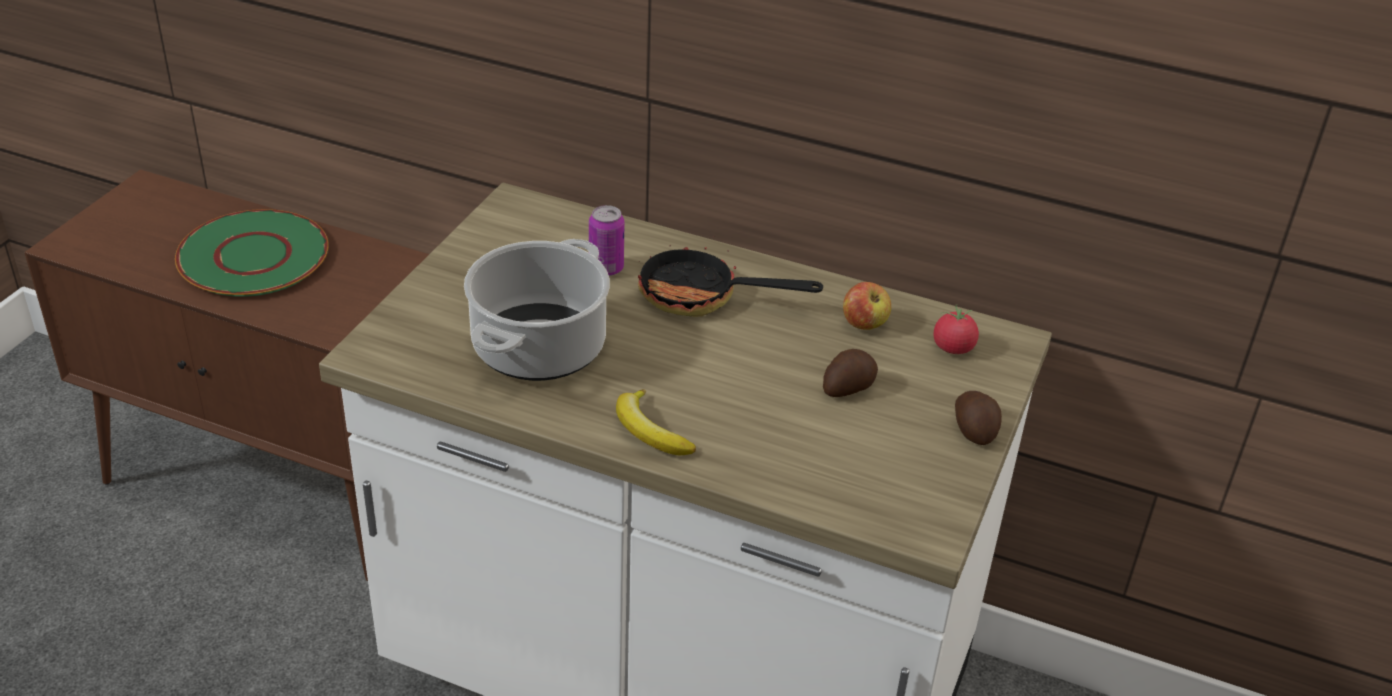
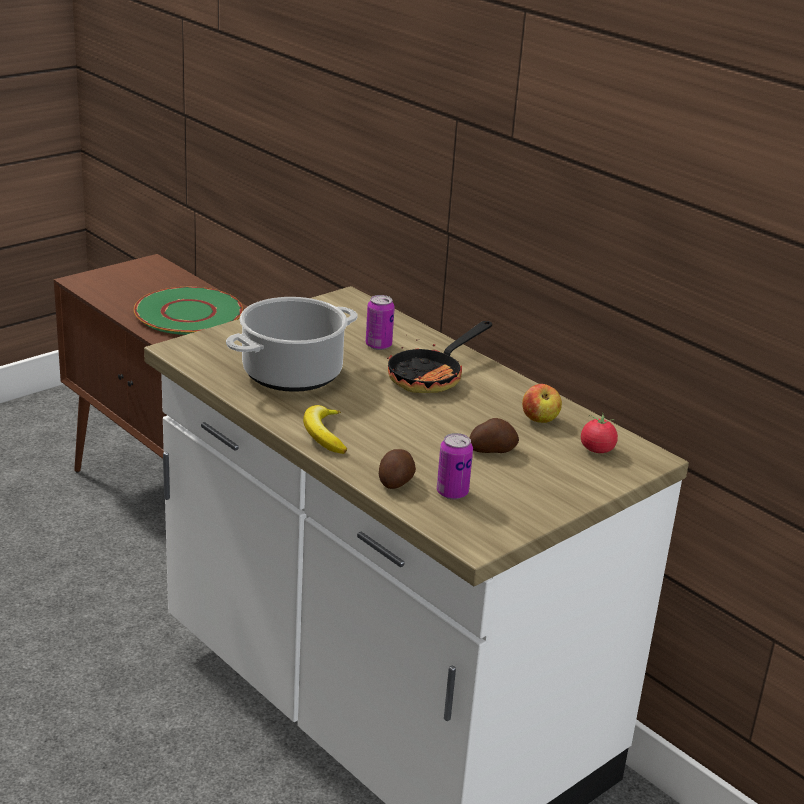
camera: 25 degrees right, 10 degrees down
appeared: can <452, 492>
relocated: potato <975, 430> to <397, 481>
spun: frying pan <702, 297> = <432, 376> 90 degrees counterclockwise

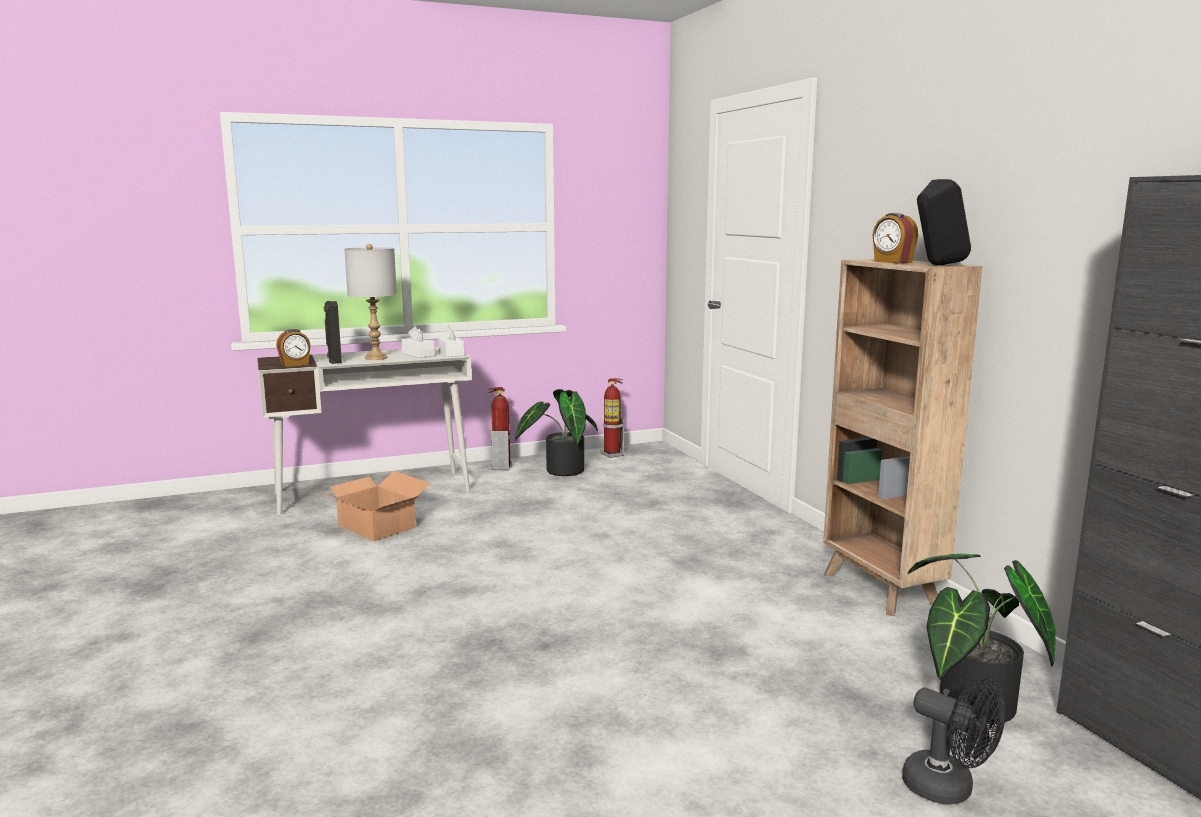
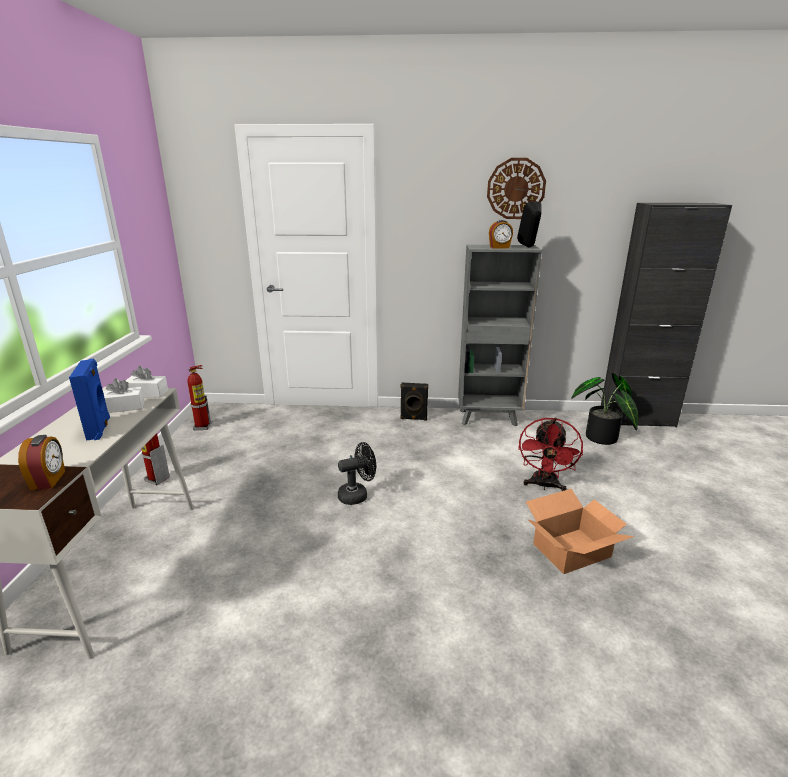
camera: 65 degrees left, 10 degrees up
missing: potted plant <560, 470>
appeared: wall clock <516, 189>; red fan <544, 485>
relocated: cardboard box <376, 527> to <572, 550>; black speaker <334, 360> to <413, 418>; black fan <948, 789> to <357, 495>
exchanged: grey table lamp <376, 358> to blue speaker <100, 429>
colour: brown bookcase <881, 590> to grey bookcase <489, 418>

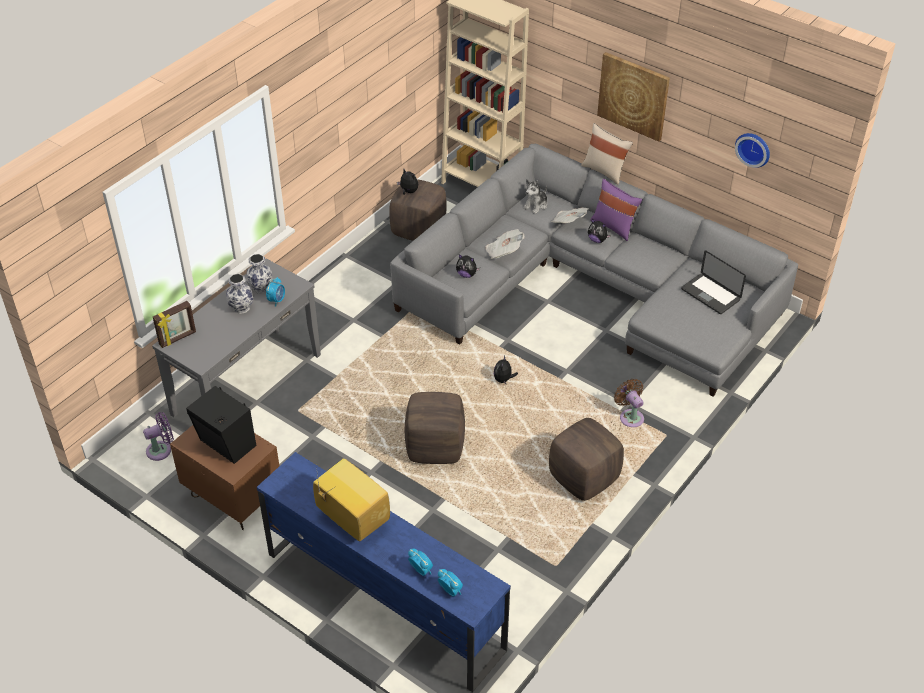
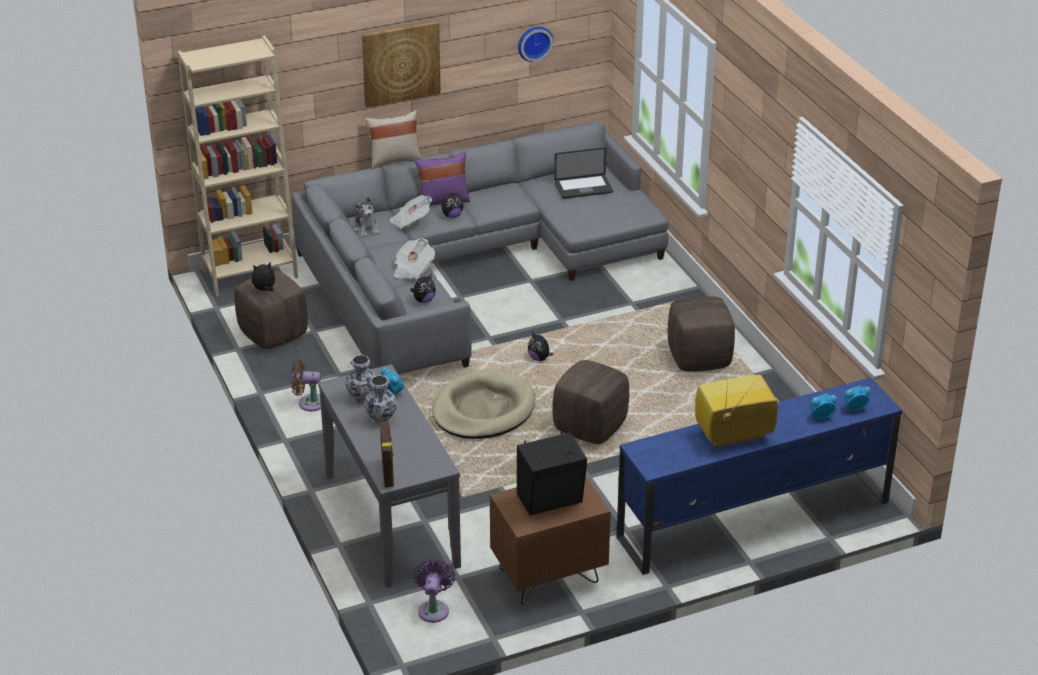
camera: 60 degrees left, 10 degrees down
appeared: beige dog bed <483, 410>
relocated: brown fan <630, 416> to <309, 403>

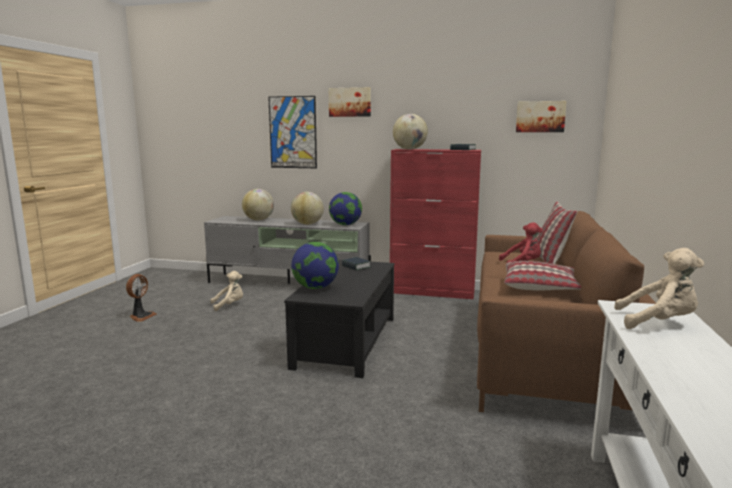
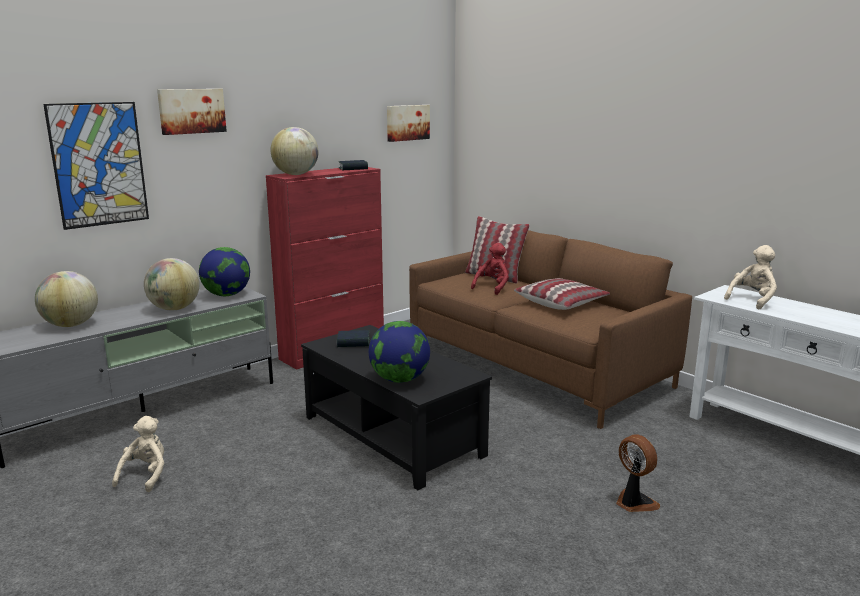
camera: 55 degrees left, 5 degrees up
relocated: fan <141, 316> to <634, 503>

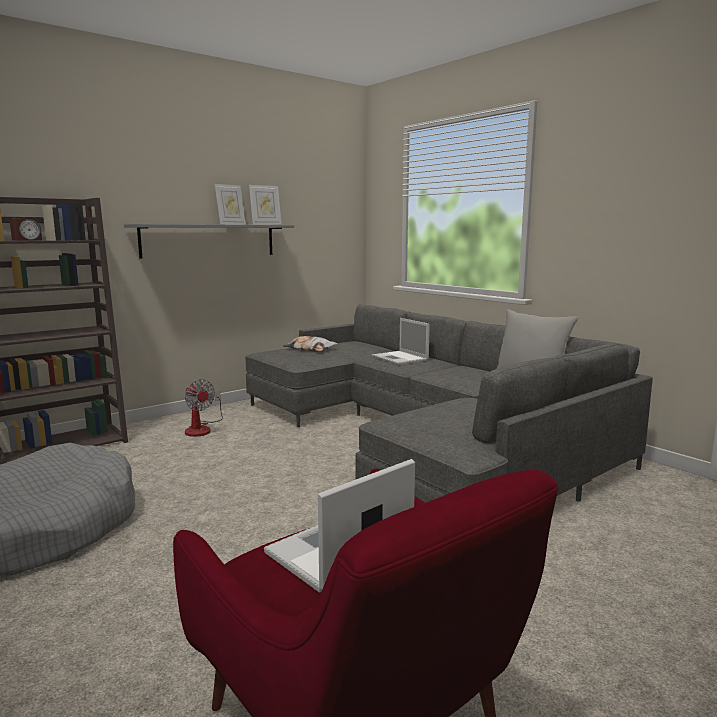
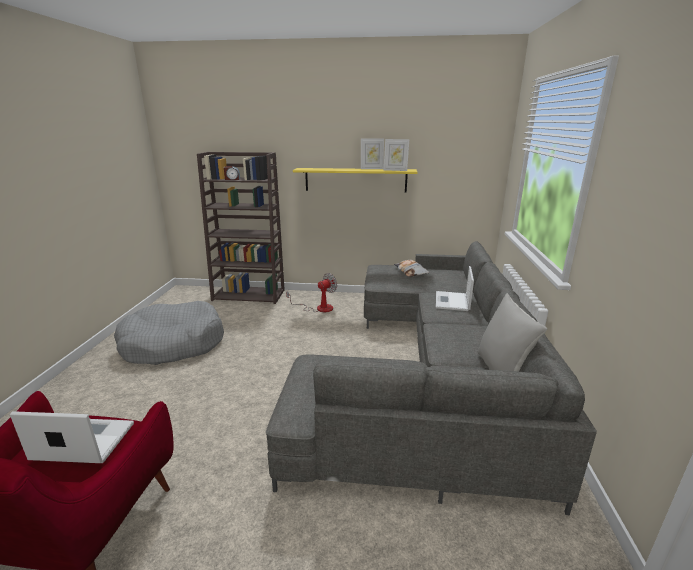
camera: 45 degrees right, 10 degrees up
colour: grey shelf <209, 240> to yellow shelf <355, 180>
spun: fan <202, 429> = <318, 308> 135 degrees counterclockwise

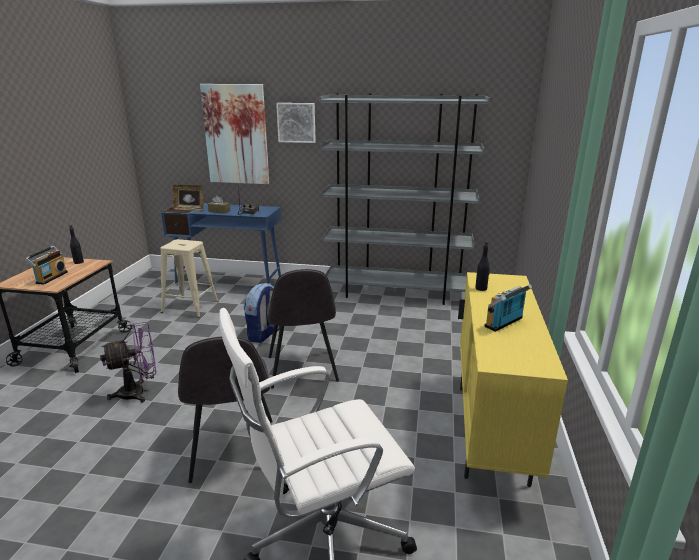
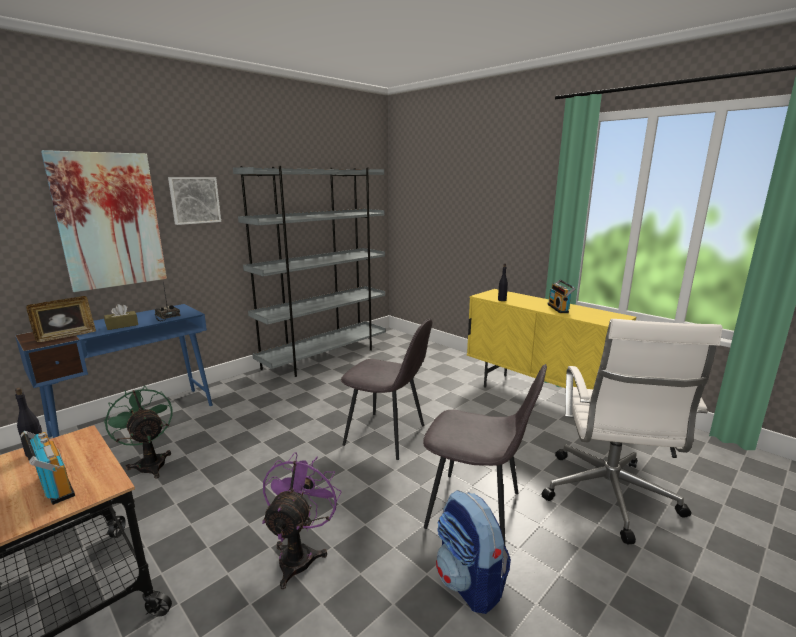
camera: 55 degrees left, 5 degrees down
relocated: backpack <264, 335> to <469, 583>
exchanged: beige stool <190, 307> to green fan <150, 463>

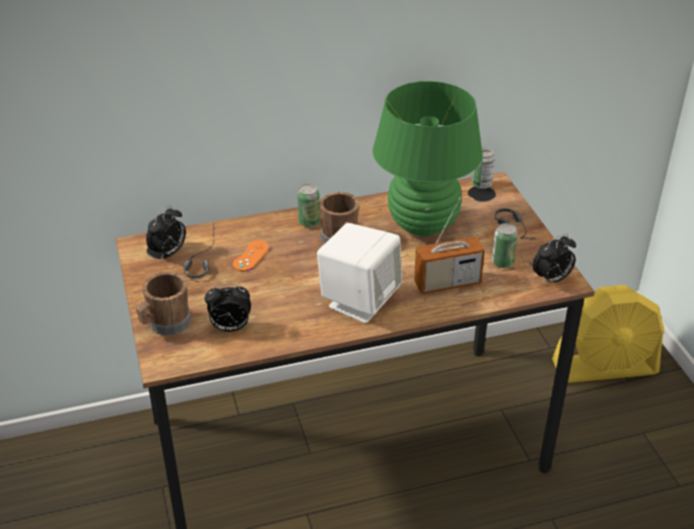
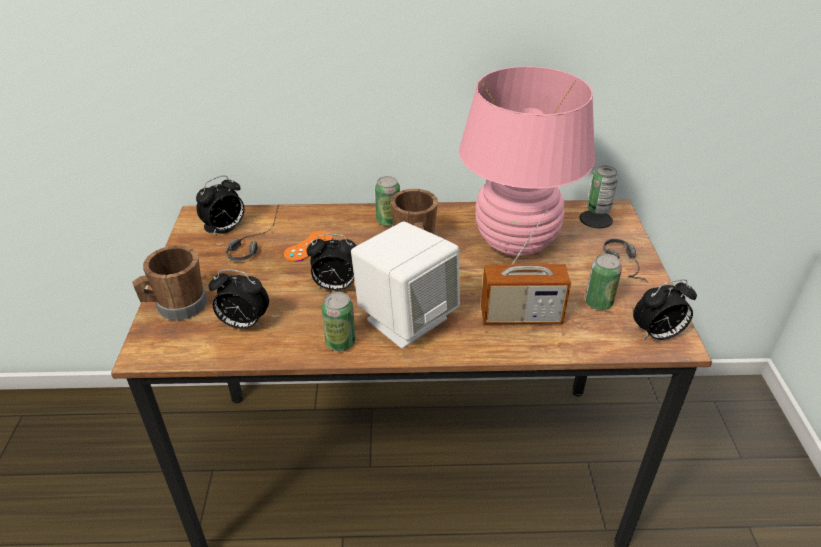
camera: 15 degrees right, 0 degrees up
missing: yellow fan <605, 367>
appeared: alarm clock <335, 287>; can <340, 342>
colour: green table lamp <423, 224> to pink table lamp <515, 242>

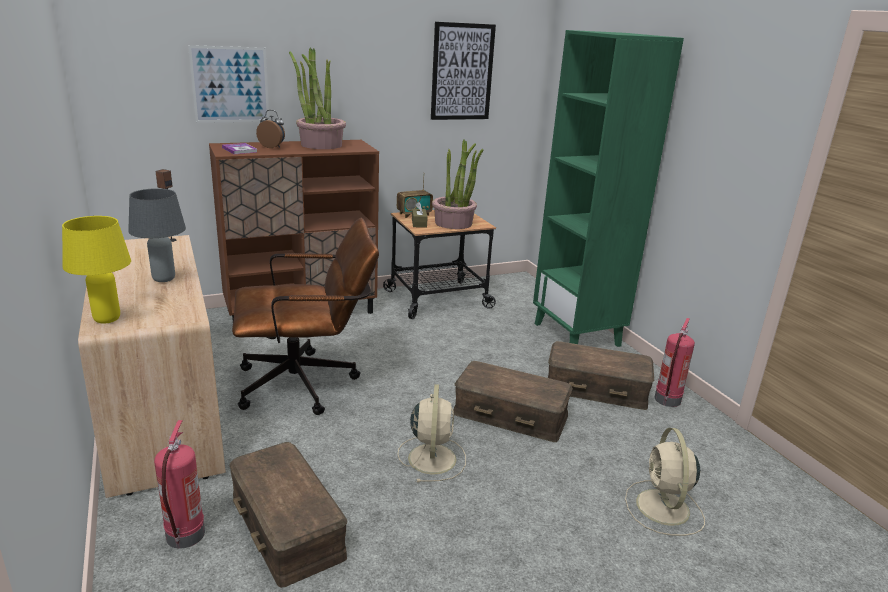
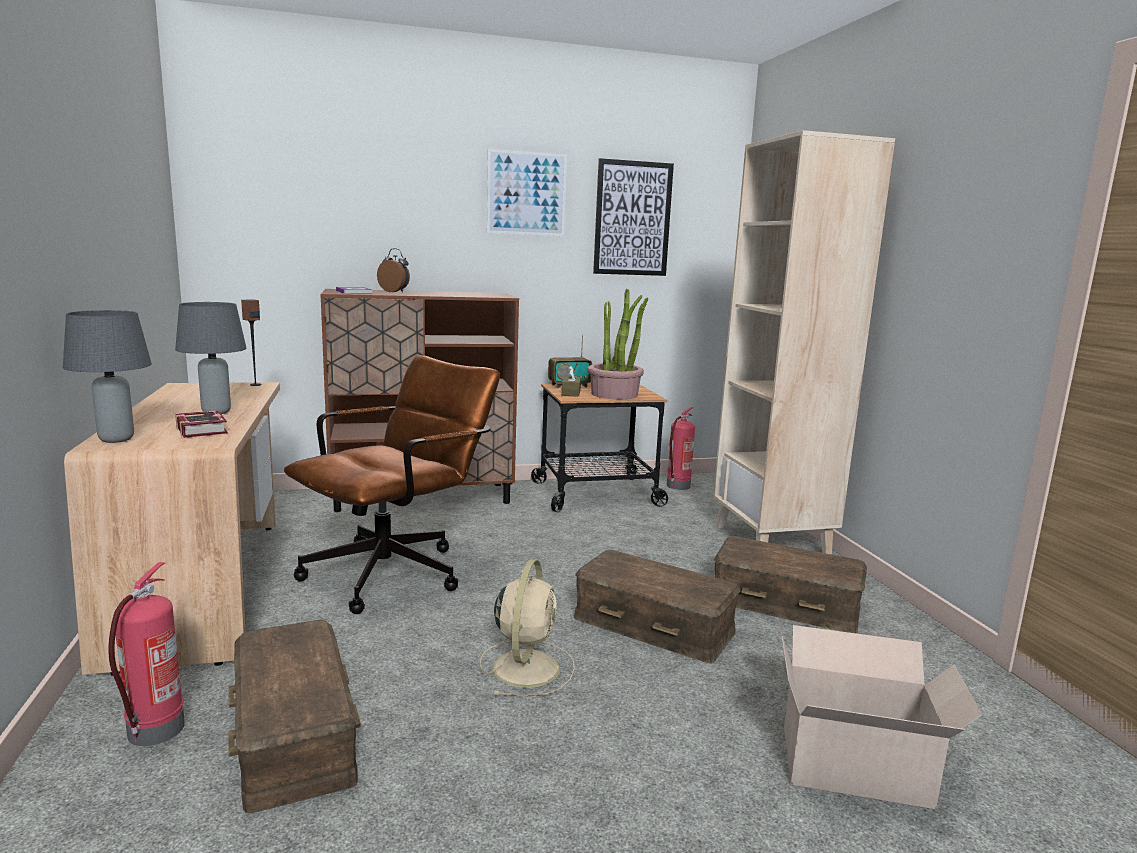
camera: 10 degrees right, 10 degrees down
missing: potted plant <321, 145>
appeared: book <203, 429>
relocated: picture <230, 85> to <526, 193>; fire extinguisher <667, 400> to <678, 486>
exchanged: beige fan <663, 509> to cardboard box <859, 767>
colour: yellow table lamp <107, 319> to grey table lamp <117, 440>; green bookcase <577, 335> to beige bookcase <772, 541>
spun: brown office chair <308, 383> = <397, 570> 45 degrees counterclockwise

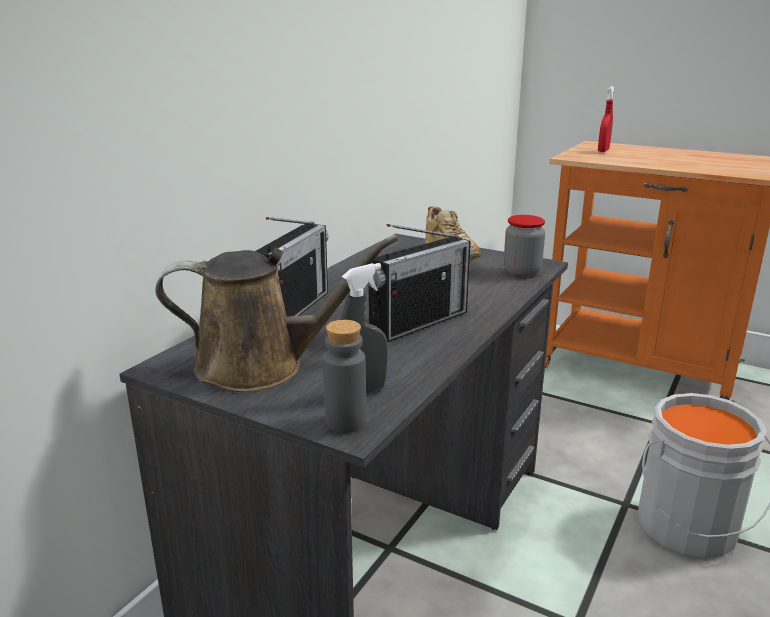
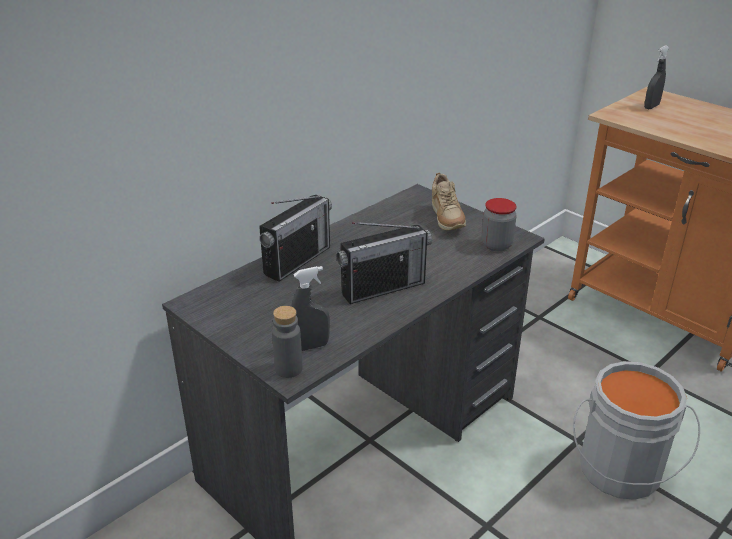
camera: 15 degrees right, 10 degrees up
missing: brown watering can <261, 366>
colour: red spray bottle <603, 151> to grey spray bottle <651, 107>

